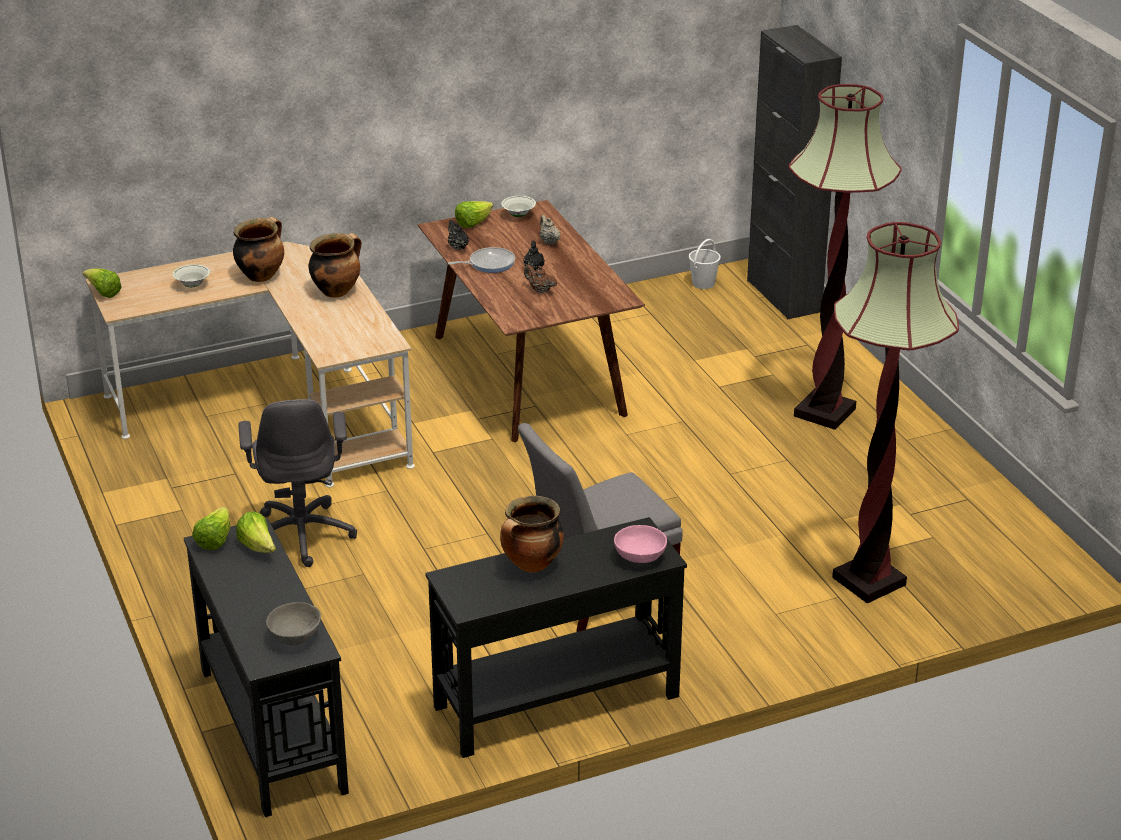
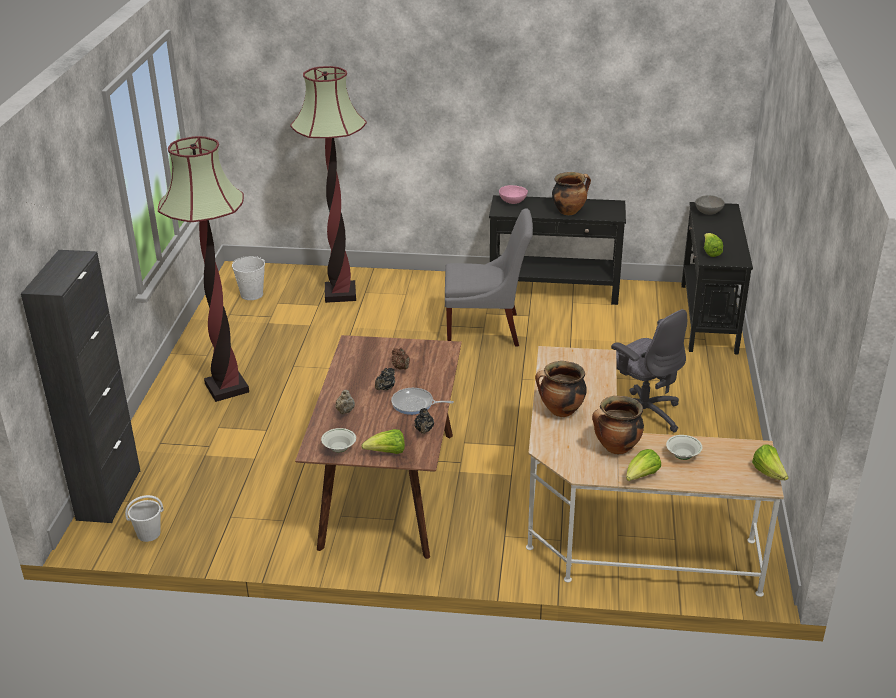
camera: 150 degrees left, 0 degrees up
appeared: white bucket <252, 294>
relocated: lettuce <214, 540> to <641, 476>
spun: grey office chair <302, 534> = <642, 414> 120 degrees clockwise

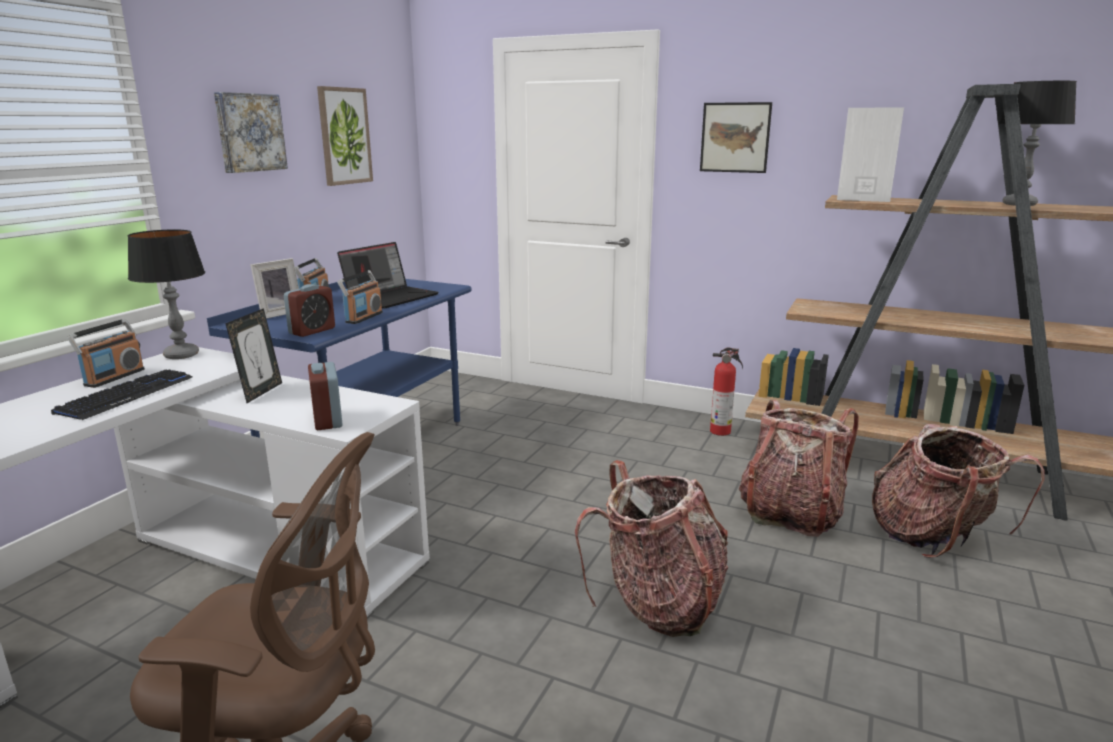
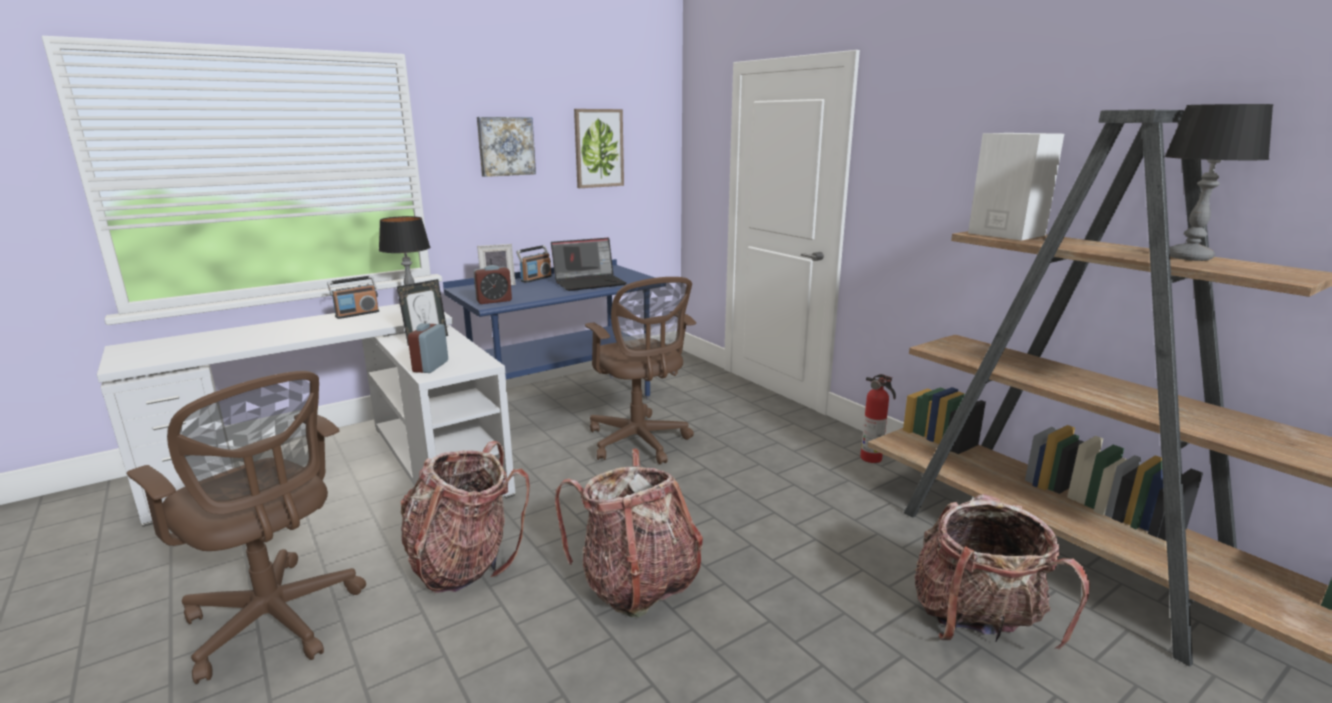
camera: 30 degrees right, 0 degrees up
missing: keyboard <127, 395>; radio <363, 317>; picture <735, 137>
appeared: brown office chair <640, 442>
relocated: backpack <790, 513> to <464, 563>

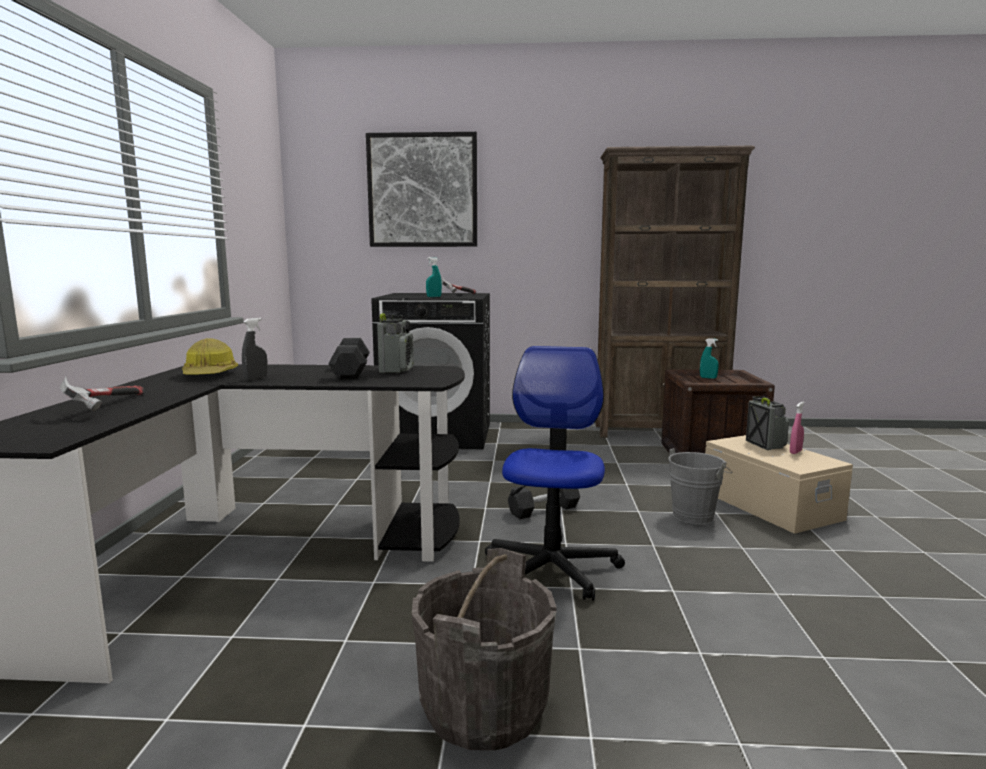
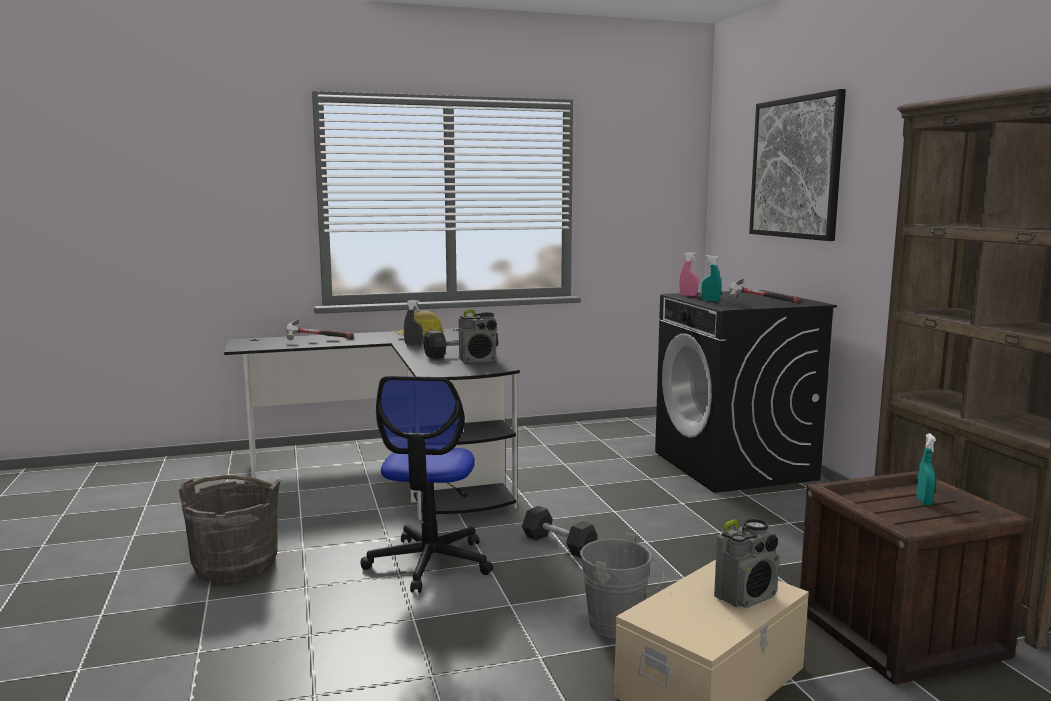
camera: 70 degrees right, 0 degrees up
relocated: pink spray bottle <795, 452> to <688, 295>
spun: office chair <551, 569> = <429, 563> 105 degrees clockwise

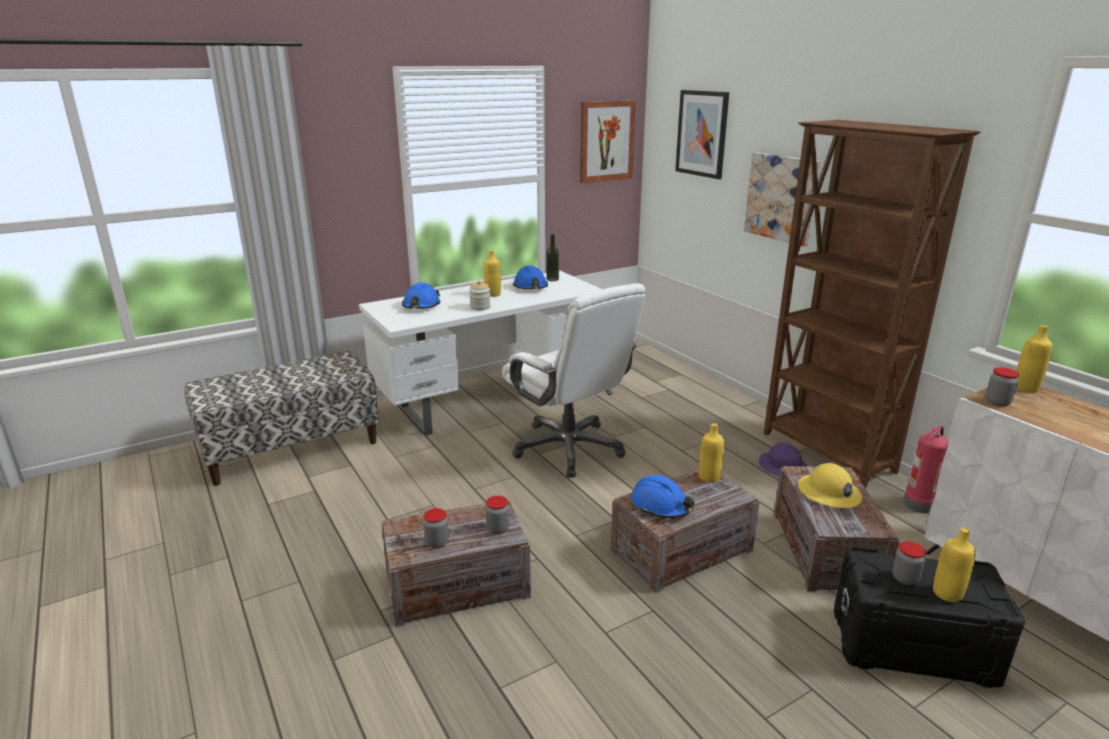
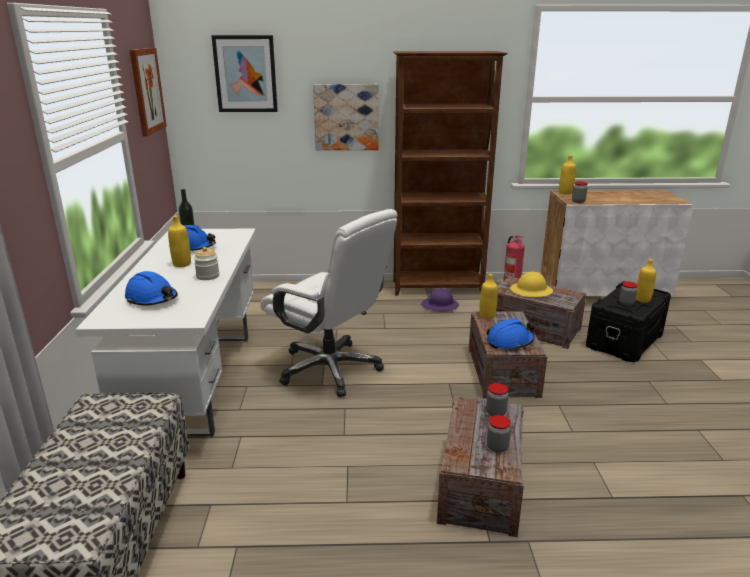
camera: 60 degrees left, 0 degrees up
spun: white office chair <569, 448> = <330, 369> 45 degrees clockwise

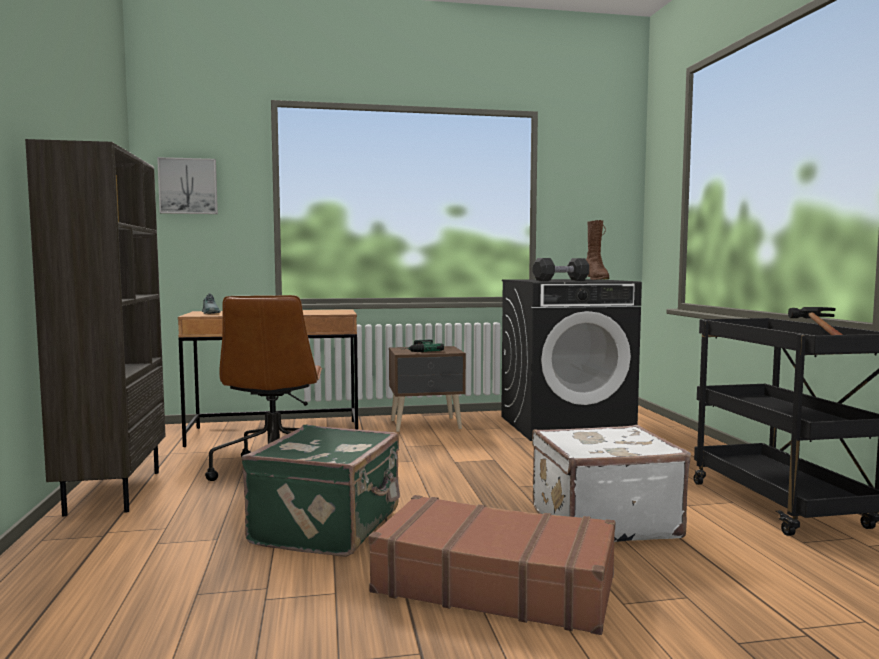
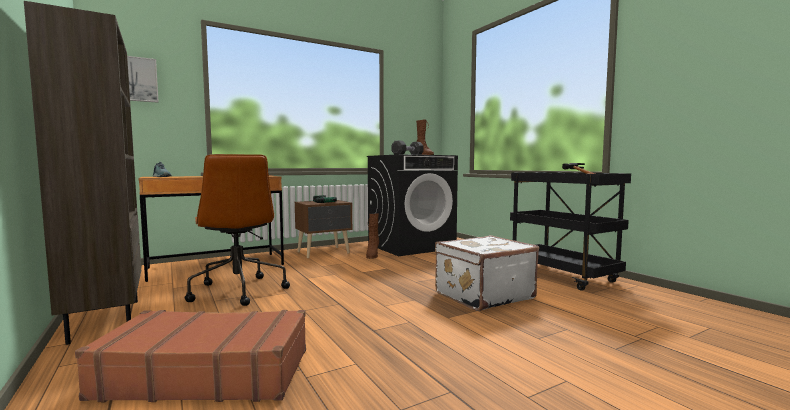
camera: 20 degrees left, 0 degrees up
missing: green suitcase <329, 527>
appeared: brown boot <372, 255>
relocated: brown suitcase <494, 583> to <206, 373>

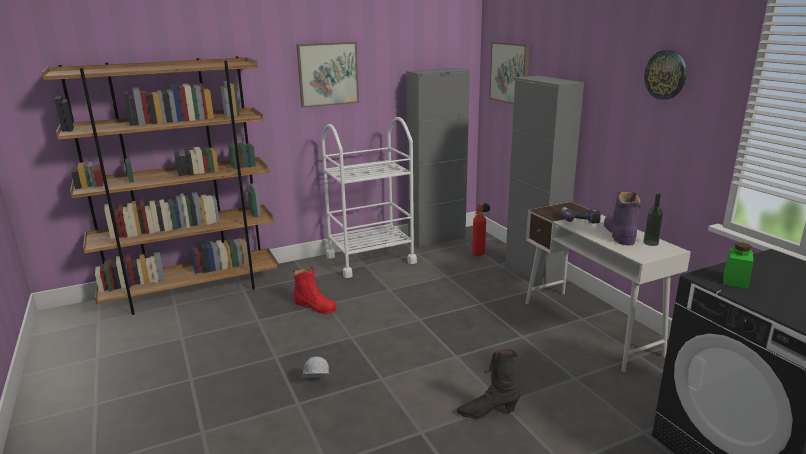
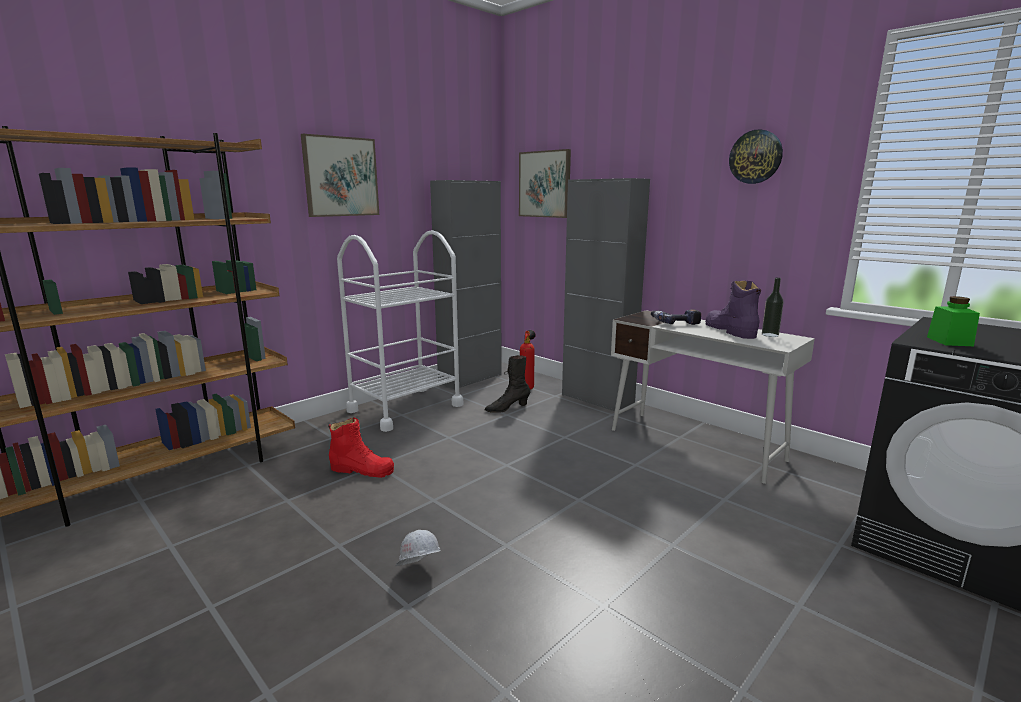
camera: 20 degrees left, 5 degrees down
relocated: black boot <487, 412> to <507, 408>

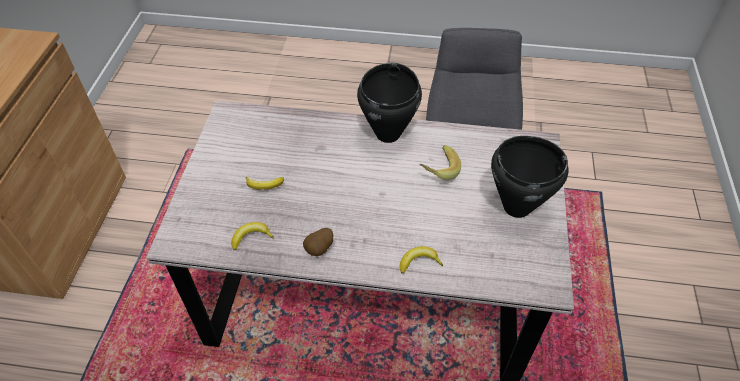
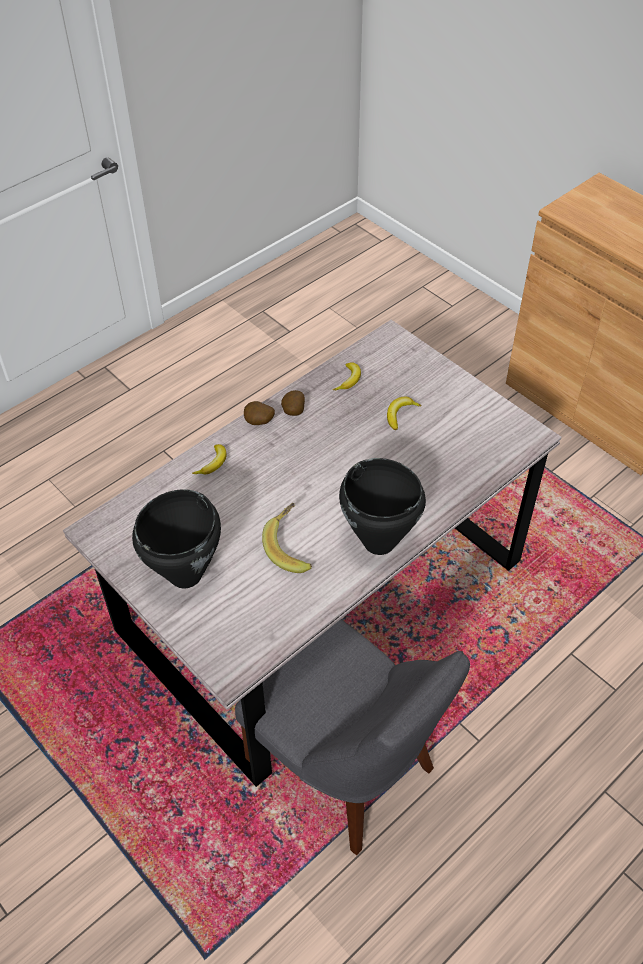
camera: 130 degrees right, 0 degrees up
appeared: potato <259, 423>

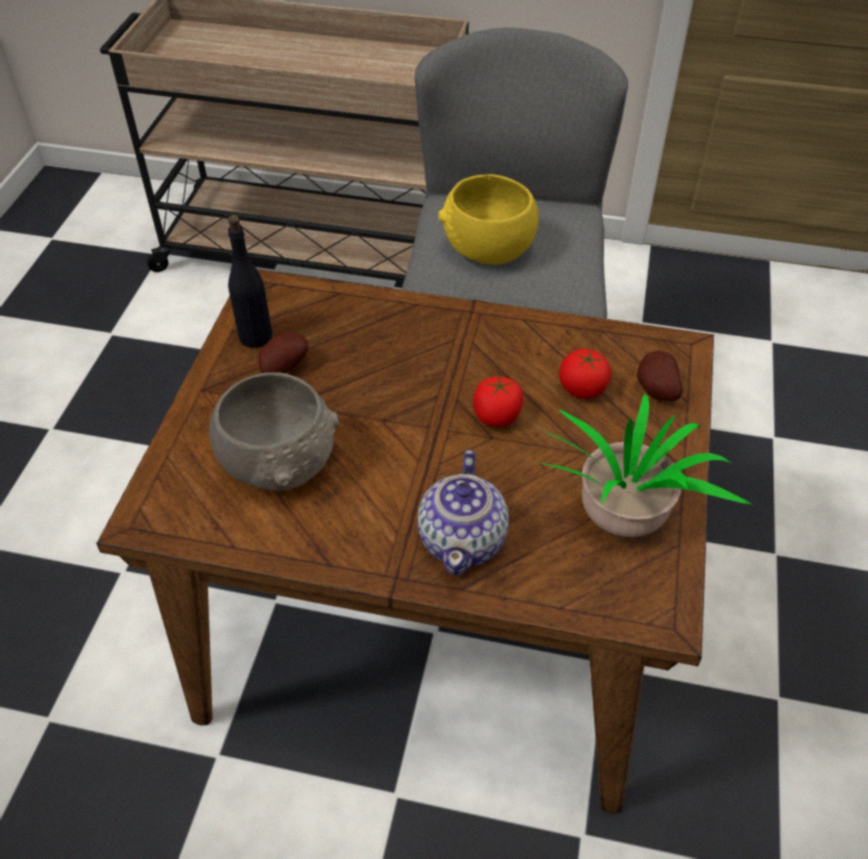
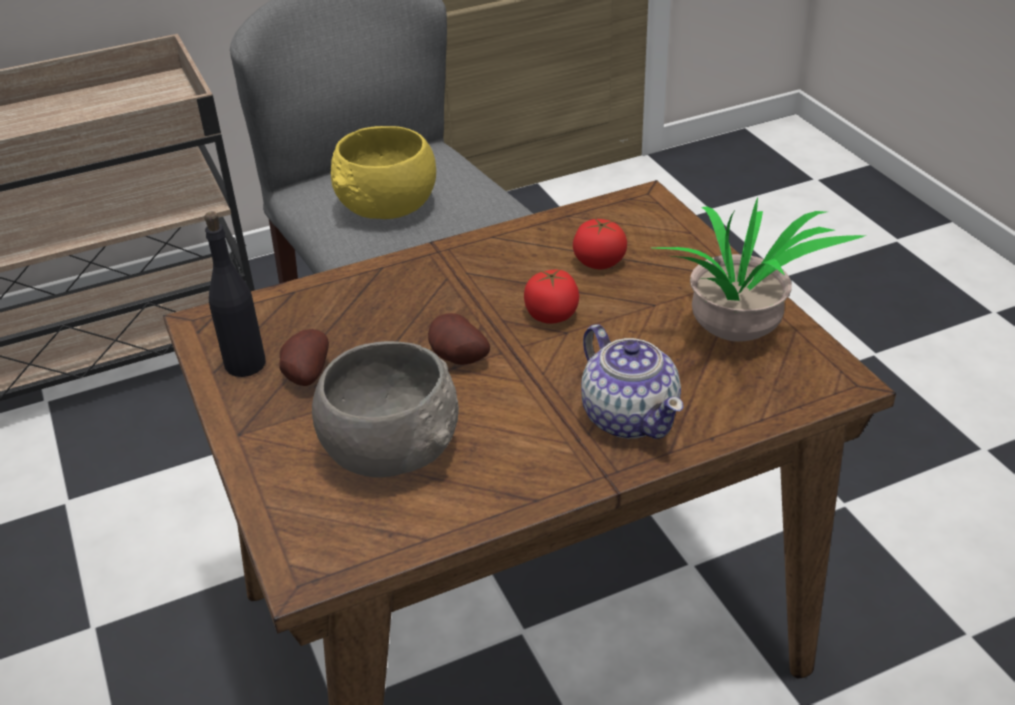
camera: 35 degrees left, 10 degrees down
relocated: potato <654, 391> to <456, 359>

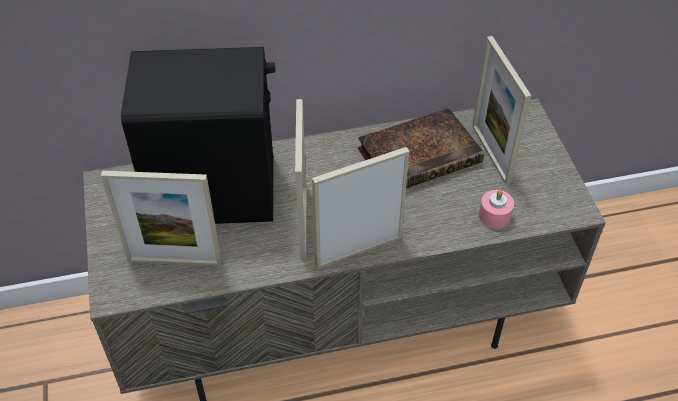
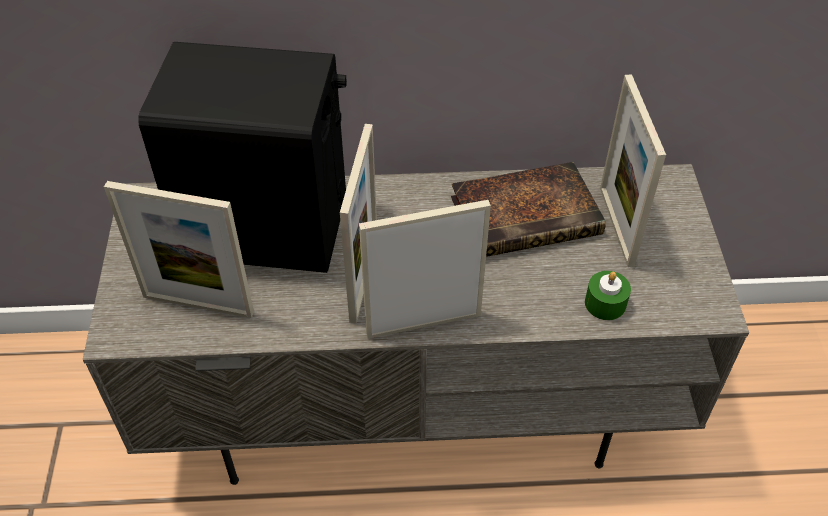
camera: 10 degrees right, 0 degrees up
colour: pink candle <494, 215> to green candle <605, 303>

